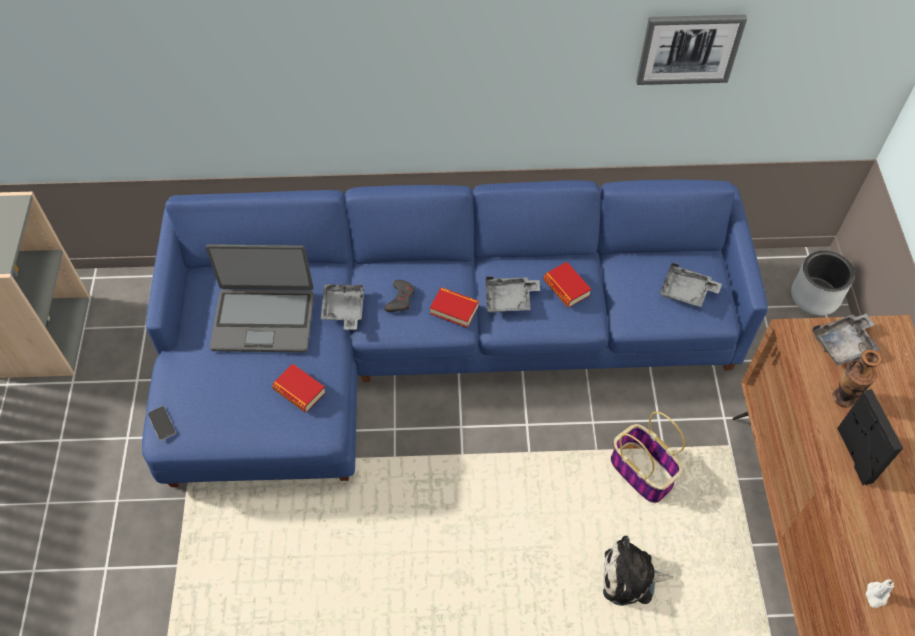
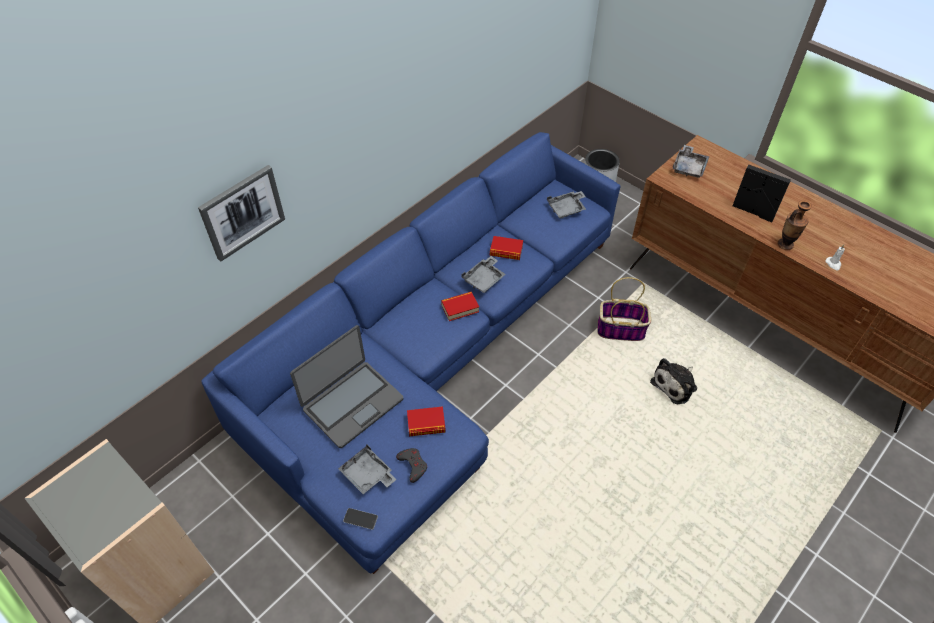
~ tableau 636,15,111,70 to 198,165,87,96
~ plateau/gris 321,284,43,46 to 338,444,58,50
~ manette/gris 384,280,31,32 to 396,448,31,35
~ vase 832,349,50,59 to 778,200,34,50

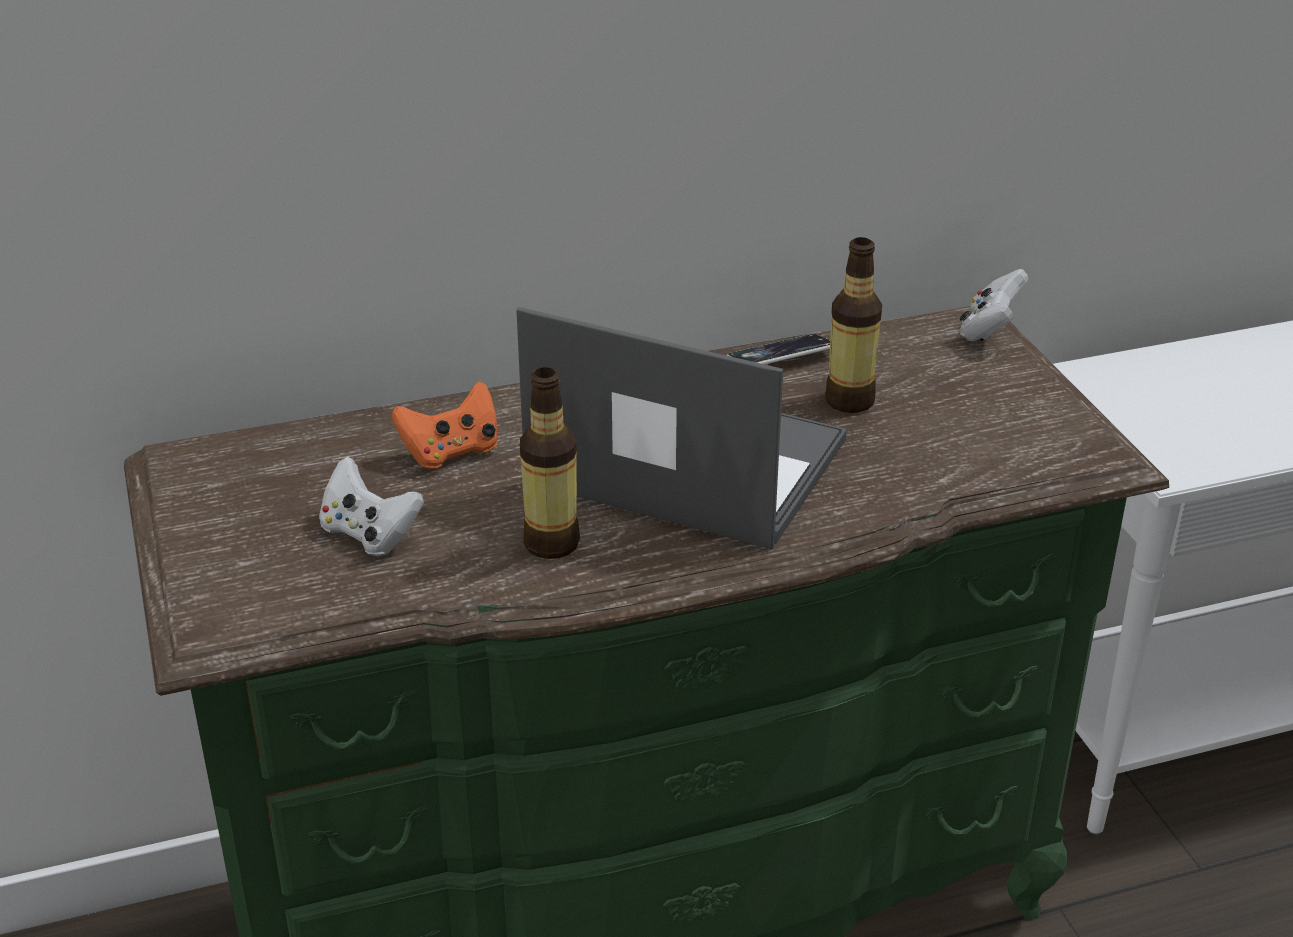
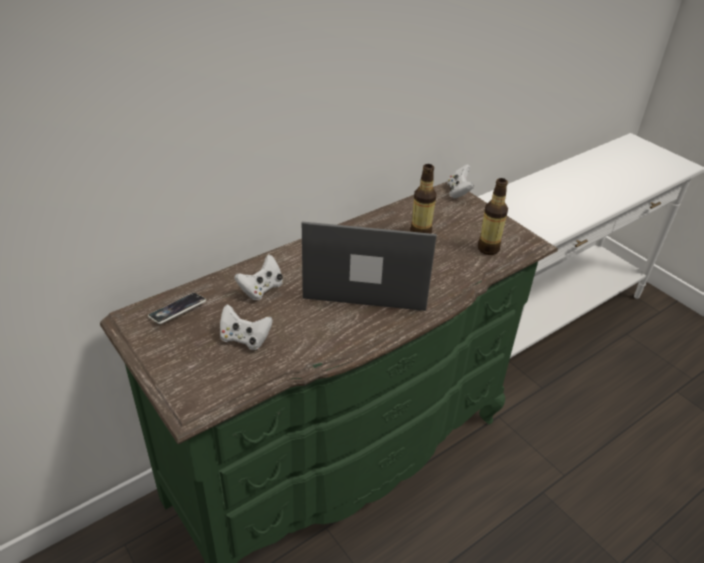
~ téléphone 727,334,103,30 to 148,293,58,31
~ manette/orange 392,381,106,88 to manette/blanc 234,254,49,46
~ bouteille 520,367,60,192 to 478,178,30,77

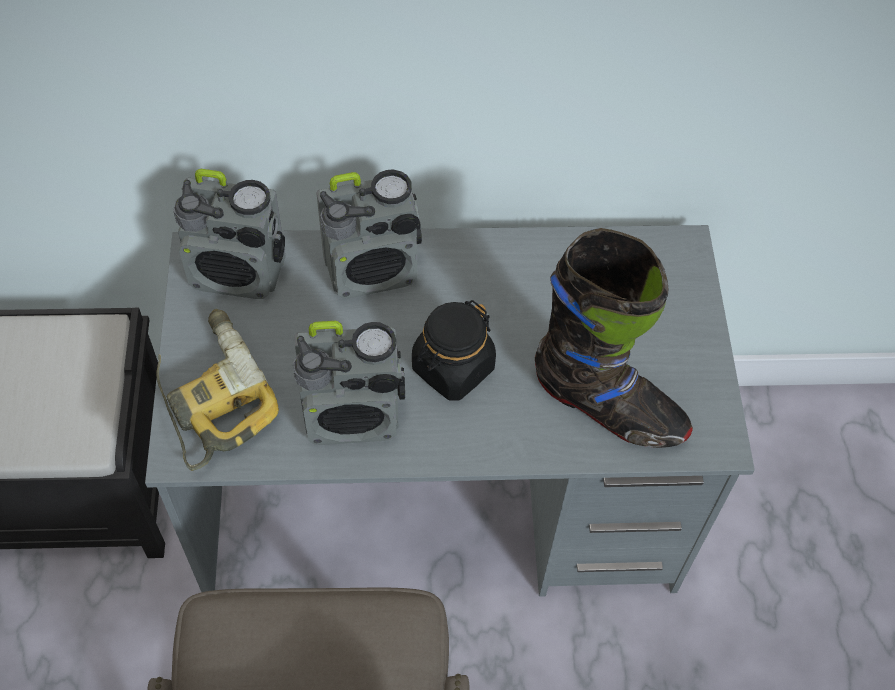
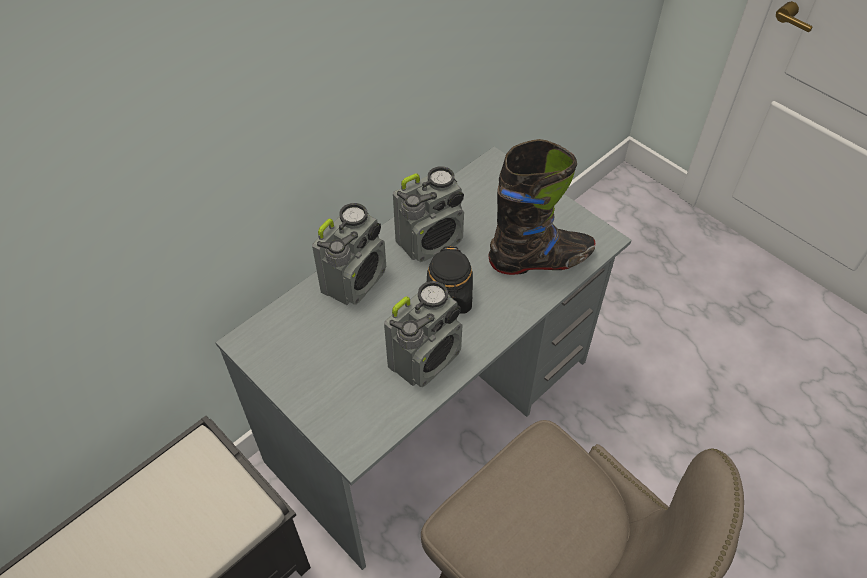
~ radio 173,169,113,130 to 393,167,71,95
- perceuse 157,309,122,162

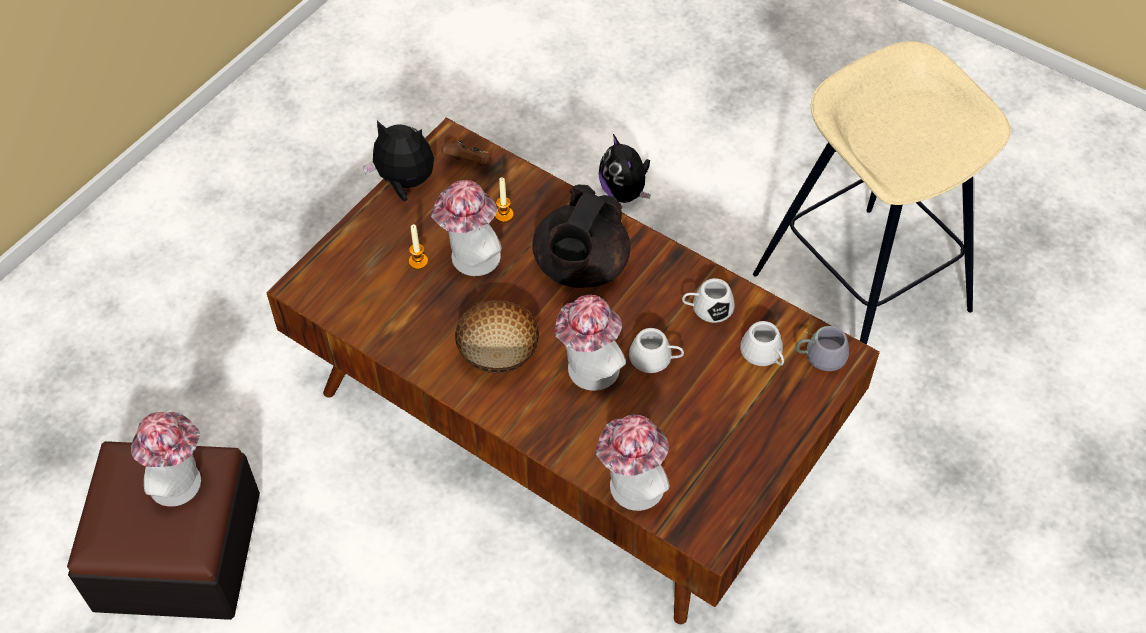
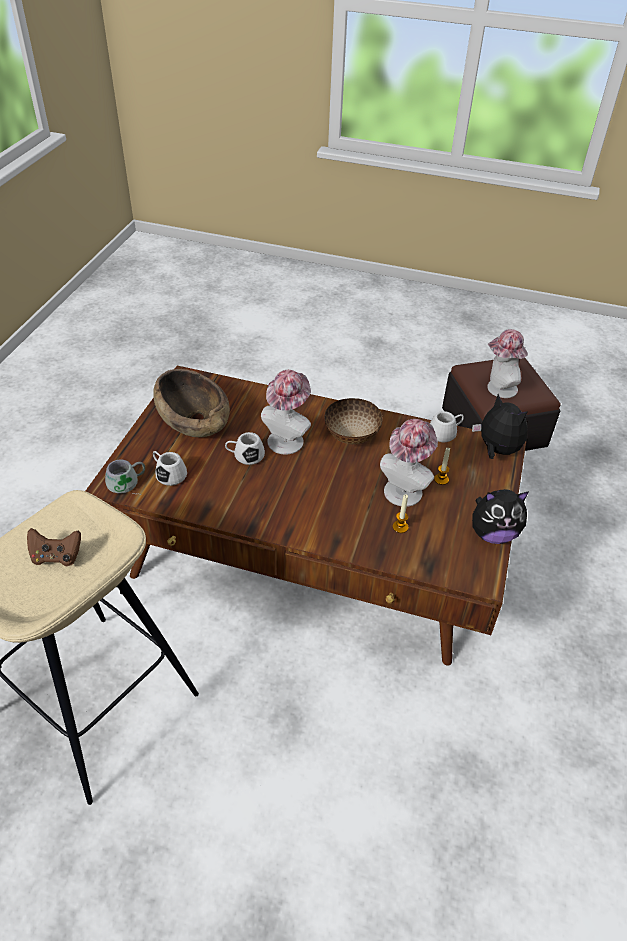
~ manette/marron 441,140,51,26 to 27,528,54,38
+ bol/marron 153,369,77,68
~ mug/blanc 682,278,52,45 to 430,411,34,31
~ peluche 599,134,52,69 to 472,394,56,65
- théière/noir 532,185,98,103
- chapeau 596,415,74,96

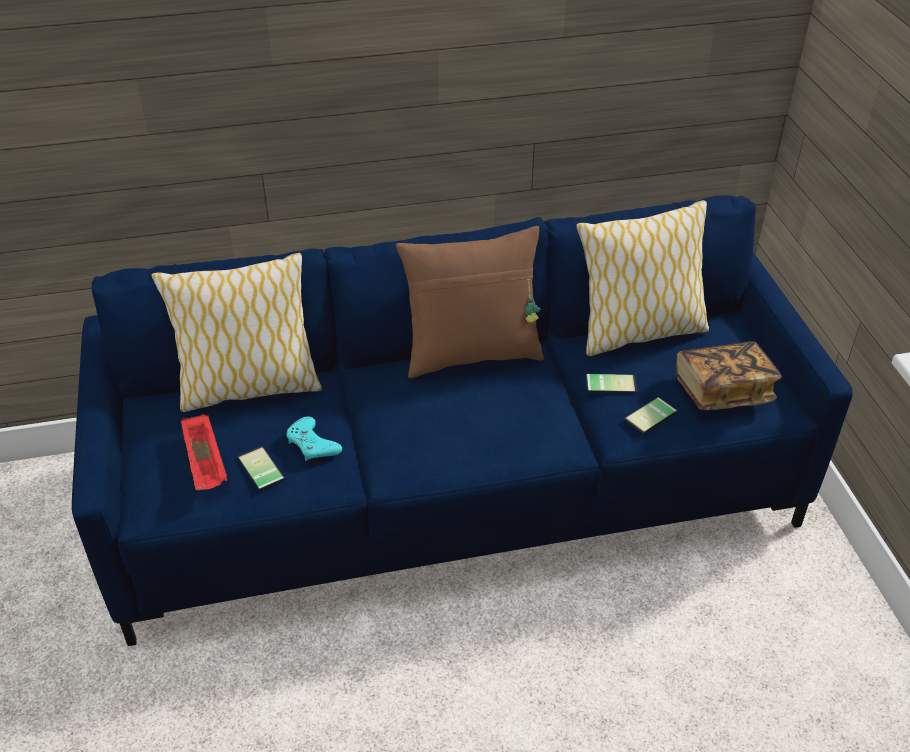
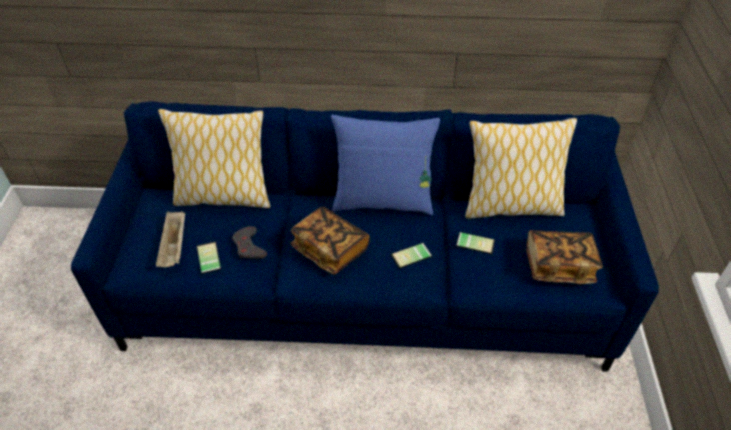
~ plateau/rouge 181,414,46,76 to plateau/beige 156,211,29,56
~ manette/turquoise 286,417,56,44 to manette/gris 232,226,35,33
+ livre 290,207,80,68
~ coussin/marron 396,226,148,152 to coussin/bleu 331,115,109,100
~ téléphone 623,396,55,38 to 390,242,43,27

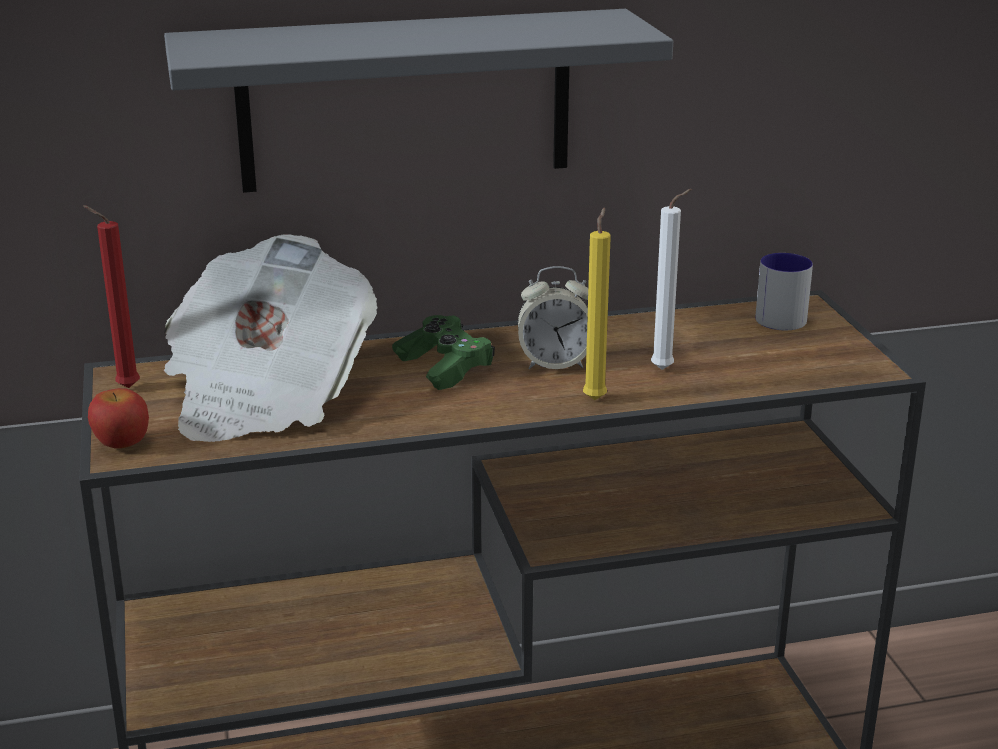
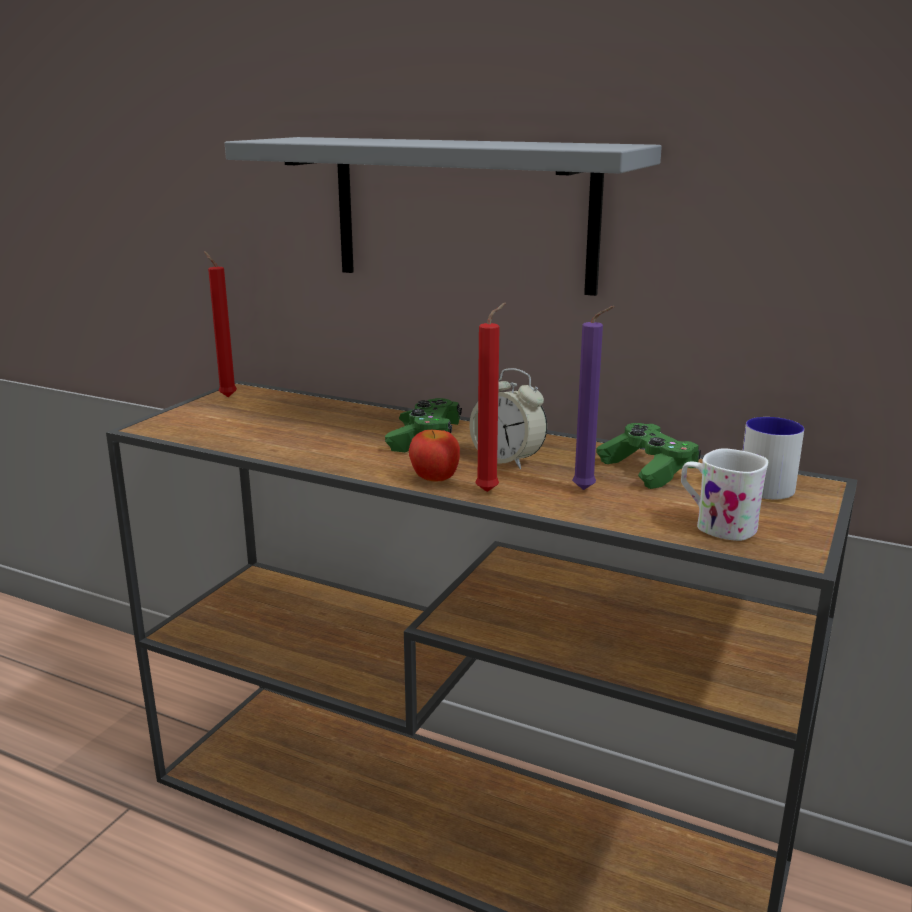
~ pomme 88,388,61,61 to 409,430,51,51
~ bougie/jaune 583,207,28,193 to bougie/rouge 475,303,31,189
~ bougie/blanc 651,189,41,181 to bougie/violet 572,306,43,184
+ manette/vert 596,423,105,66
+ mug/blanc 681,448,87,93
- journal 164,234,214,208

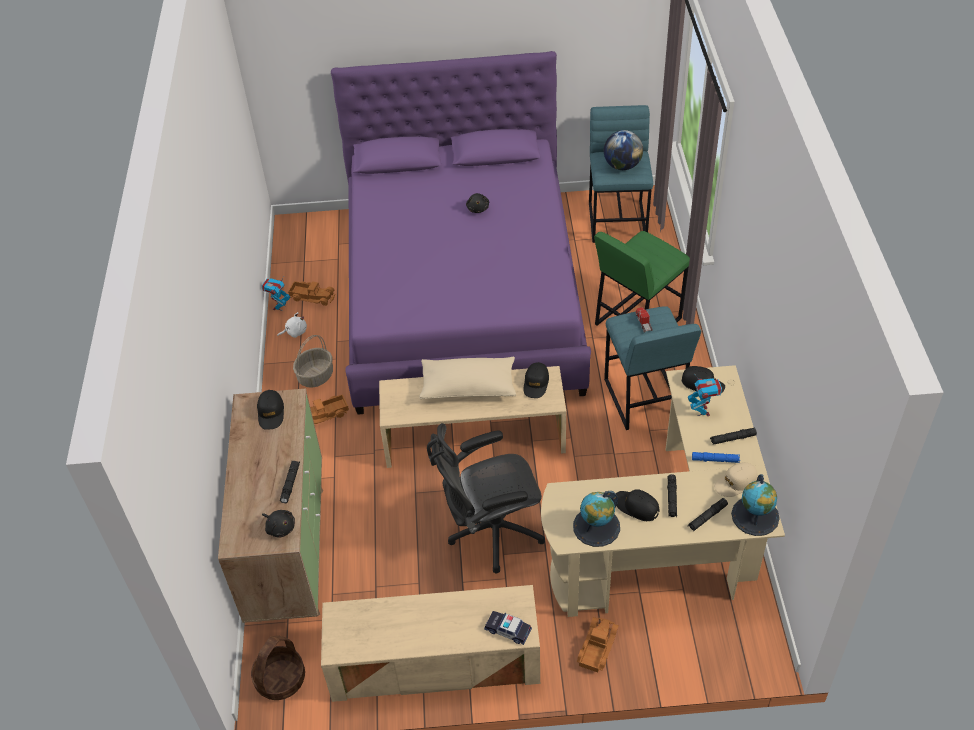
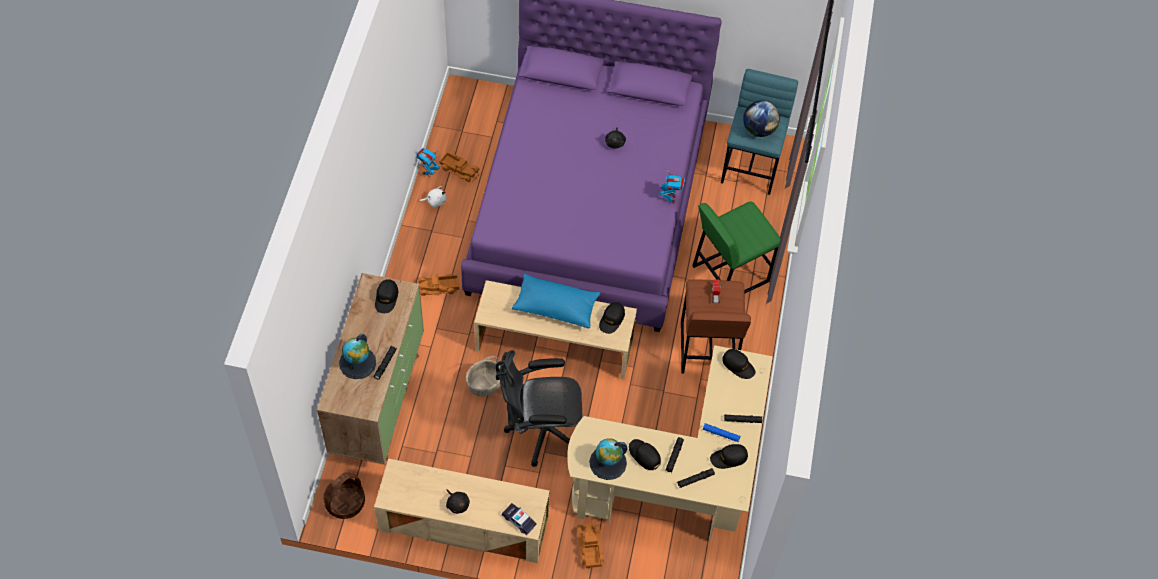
~ globe 731,474,49,62 to 339,334,37,45
~ peluche/noir 262,510,33,28 to 446,489,24,25
~ panier 293,335,40,53 to 466,356,35,41
~ coussin/beige 419,357,97,42 to coussin/bleu 512,273,88,56
~ camion jouet 577,617,42,55 = 578,524,26,44 45 degrees counterclockwise
~ robot jouet 688,375,34,41 to 660,172,25,32
~ tabouret/bleu 604,306,97,124 to tabouret/marron 681,280,70,93
~ casquette/beige 714,462,44,35 to casquette/noir 710,444,38,25

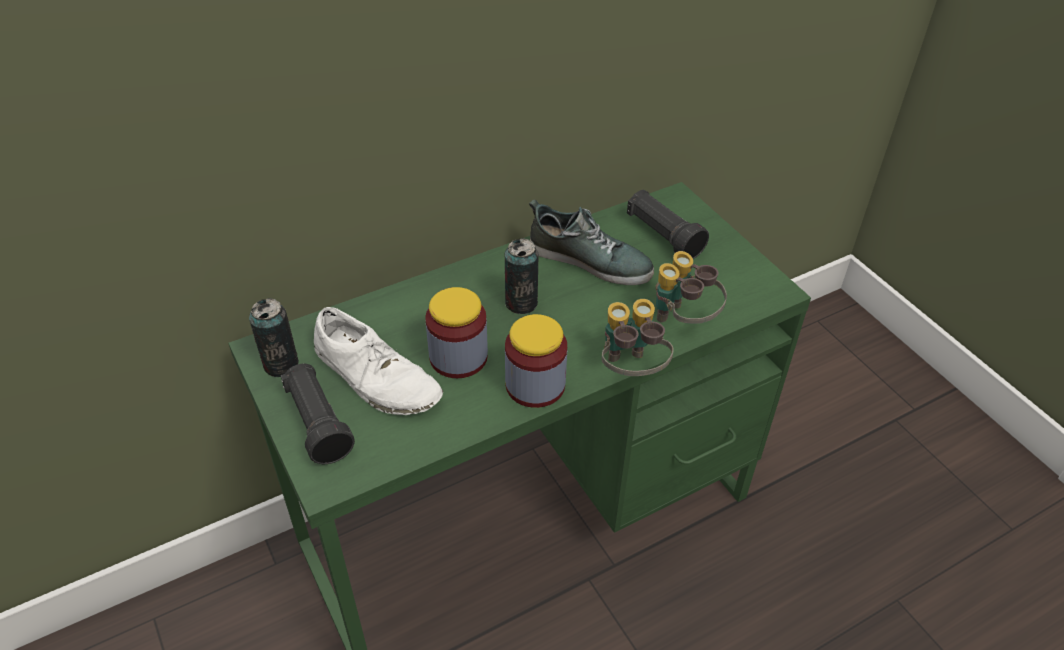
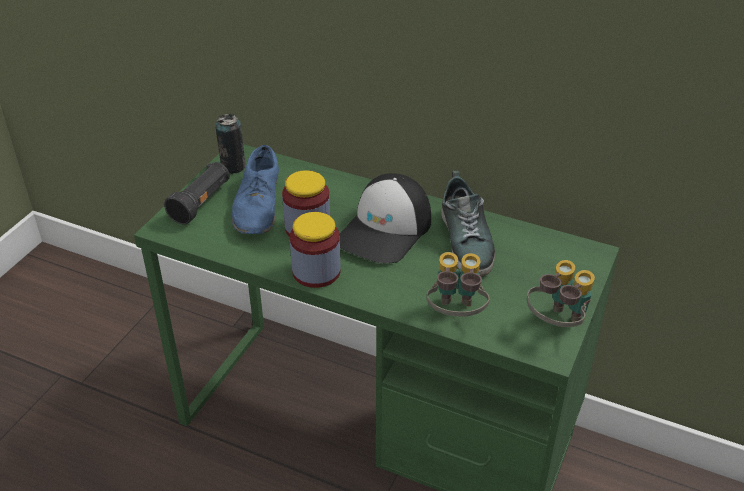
~ chaussure/blanc 314,307,129,108 to chaussure/bleu 232,145,47,89
~ boîte métallique 505,238,34,76 to casquette 339,173,92,91
~ jumelles 602,299,72,77 to 527,260,68,67
- lampe de poche/noir 627,190,82,69

